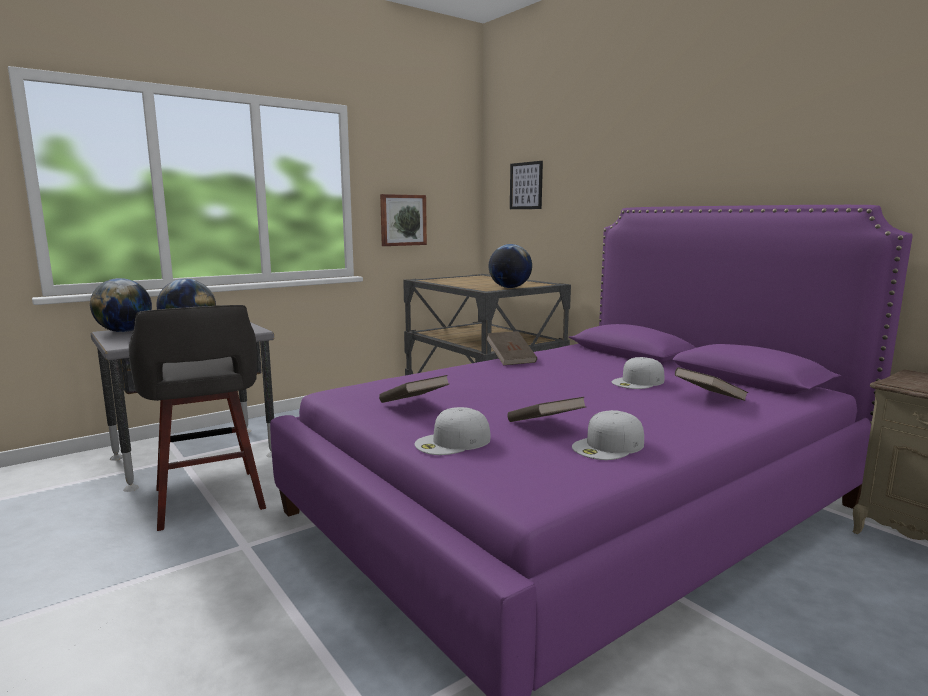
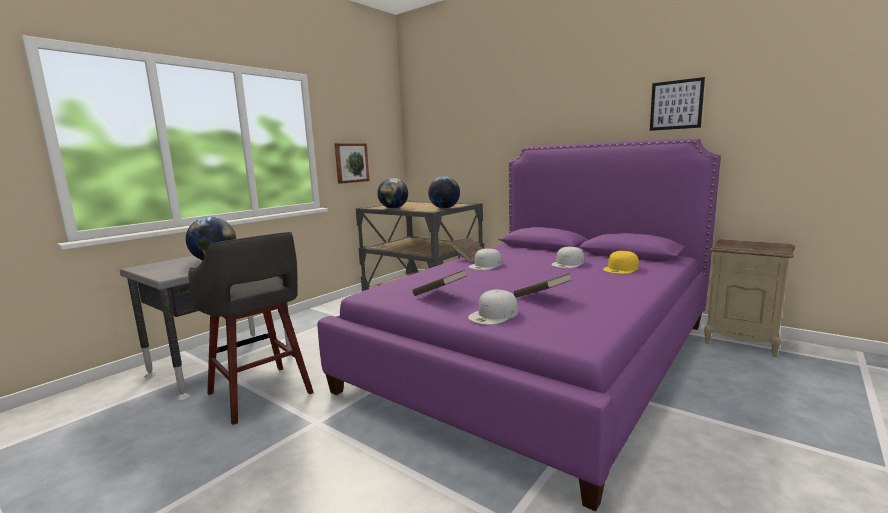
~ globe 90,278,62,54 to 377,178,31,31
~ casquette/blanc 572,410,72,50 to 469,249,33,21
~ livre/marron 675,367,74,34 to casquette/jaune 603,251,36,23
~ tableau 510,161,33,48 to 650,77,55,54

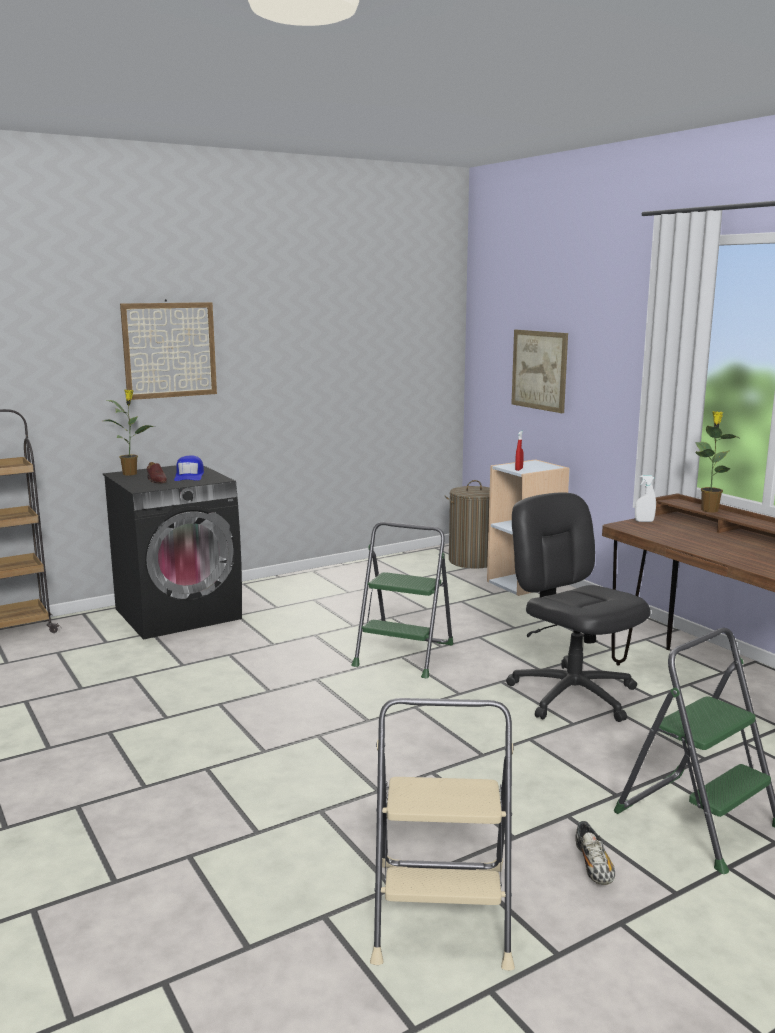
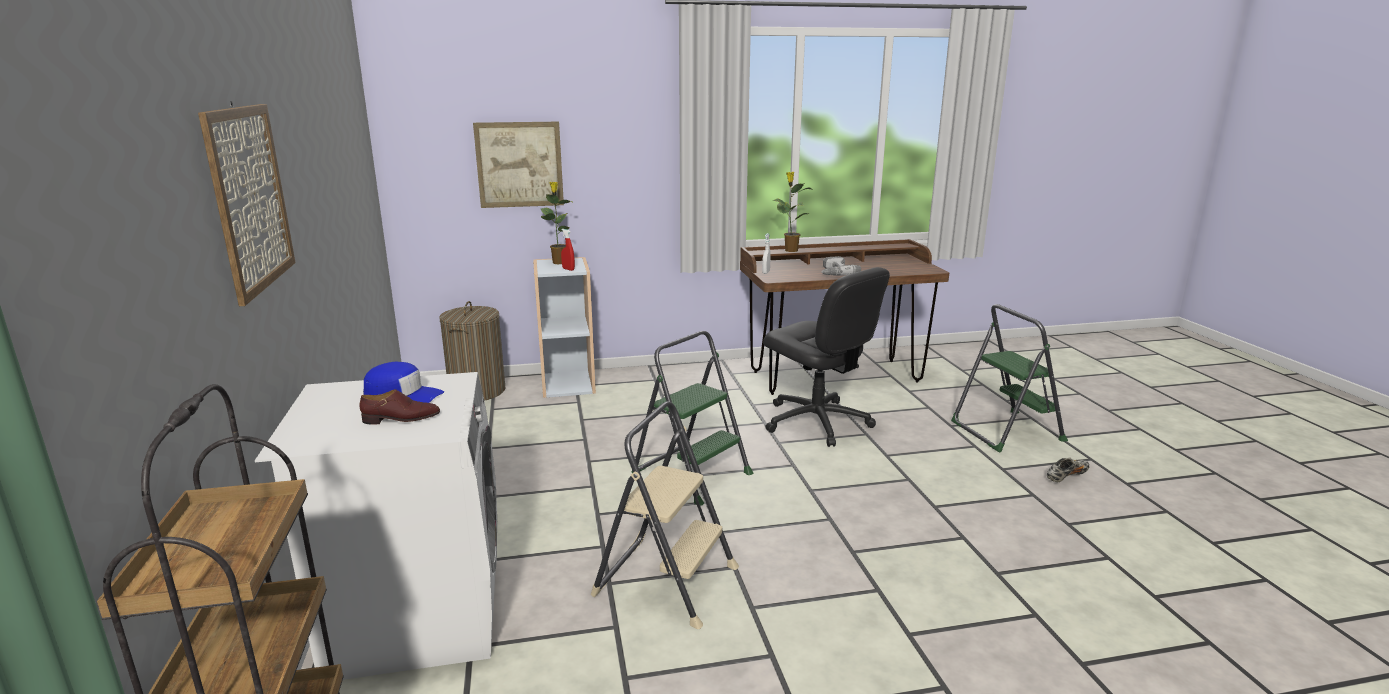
~ lave-linge/noir 102,465,140,175 to lave-linge/blanc 255,372,242,308
~ plante en pot 104,390,52,85 to 541,182,33,82
~ escabeau/beige 370,698,145,273 to 591,401,148,228
~ chaise de bureau/noir 506,493,144,229 = 763,267,127,180 120 degrees counterclockwise
+ perceuse 822,256,39,20
~ chaussure 575,821,40,64 = 1047,457,43,25 45 degrees counterclockwise

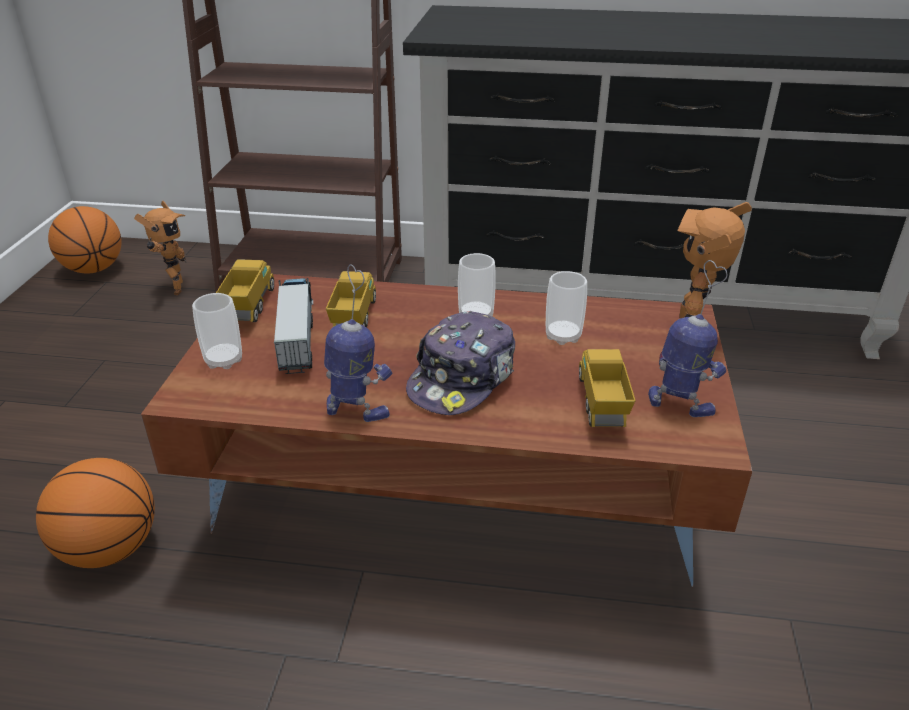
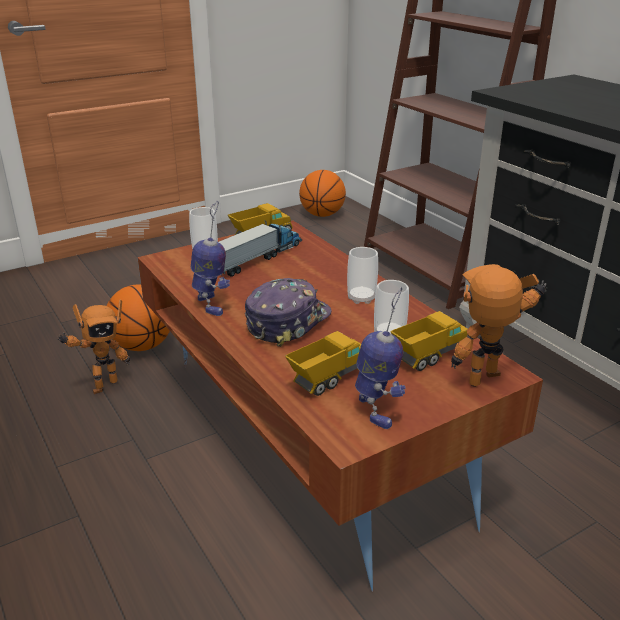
~ robot jouet 134,201,53,94 to 57,299,73,95
~ casquette 406,311,109,104 = 245,278,87,69 135 degrees clockwise
~ camion jouet 326,271,50,56 to 390,311,78,60

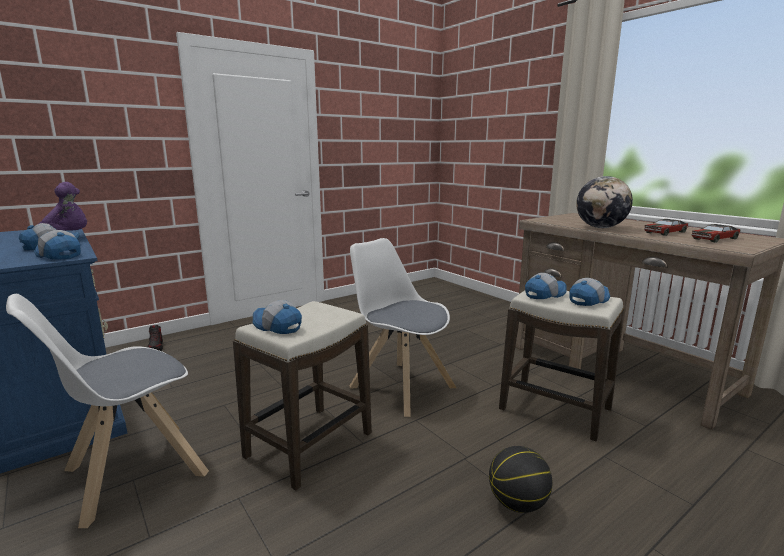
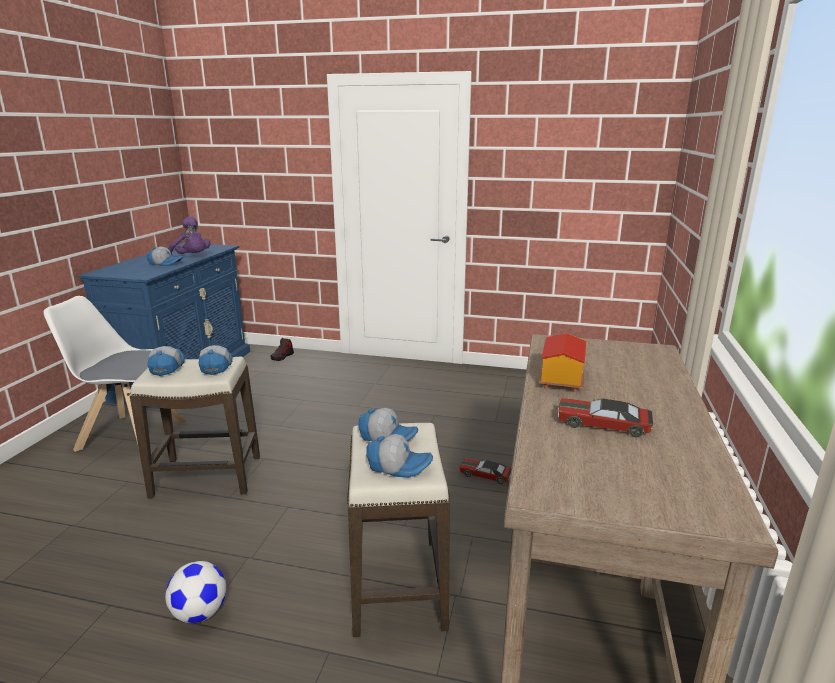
~ ballon de basket 489,446,64,67 to ballon de foot 165,561,61,62
~ casquette 34,230,47,30 to 199,345,33,30
~ petite voiture 692,224,48,19 to 459,458,52,26
~ globe 576,176,57,52 to maison miniature 538,333,48,59
- chaise 350,238,106,179

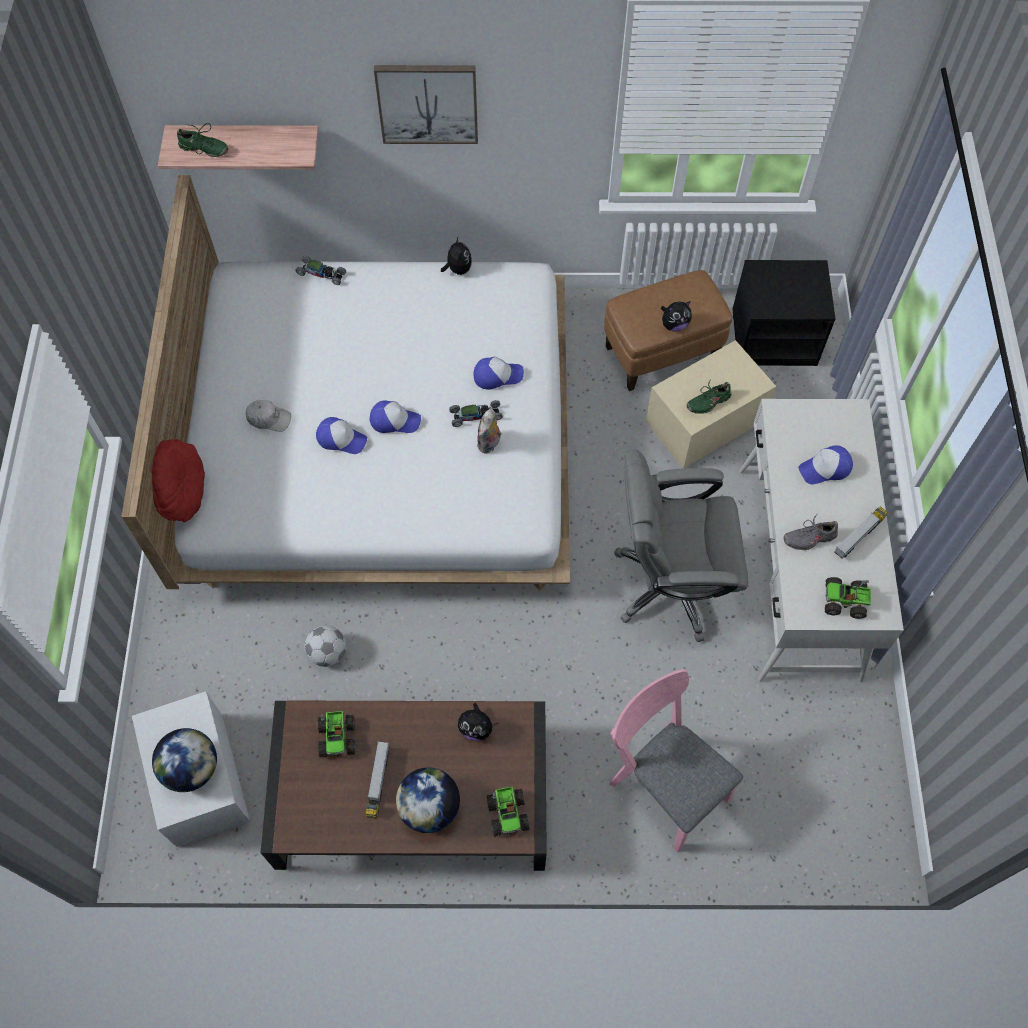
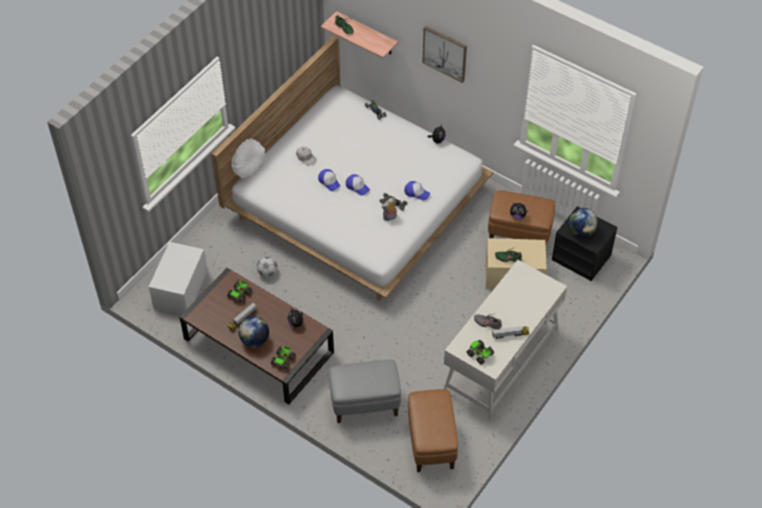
~ coussin/rouge 152,439,53,83 to coussin/blanc 231,139,34,40
~ chaise/rose 609,669,134,183 to pouf/gris 329,360,72,63
+ pouf/marron 408,389,50,83
~ globe 152,728,65,64 to 568,208,30,29
- chaise de bureau/gris 614,449,134,193
- casquette 798,445,55,39

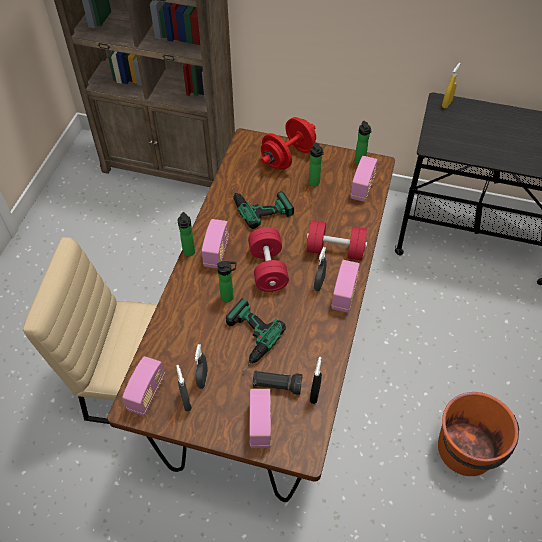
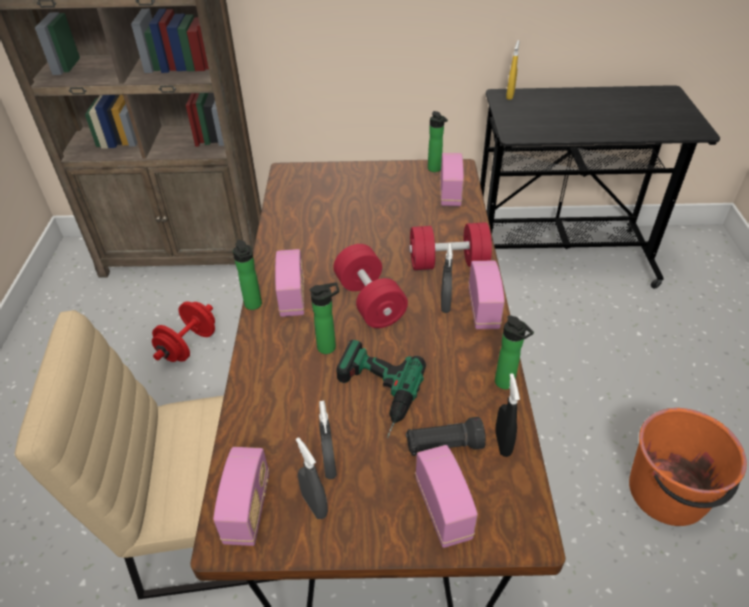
~ haltère/rouge 261,117,55,53 to 152,302,63,60
~ bouteille 309,142,15,44 to 495,315,39,74
- perceuse 231,187,63,42

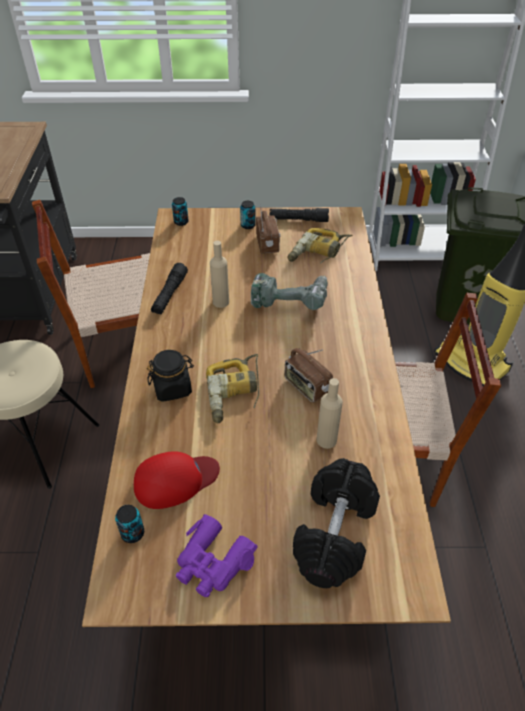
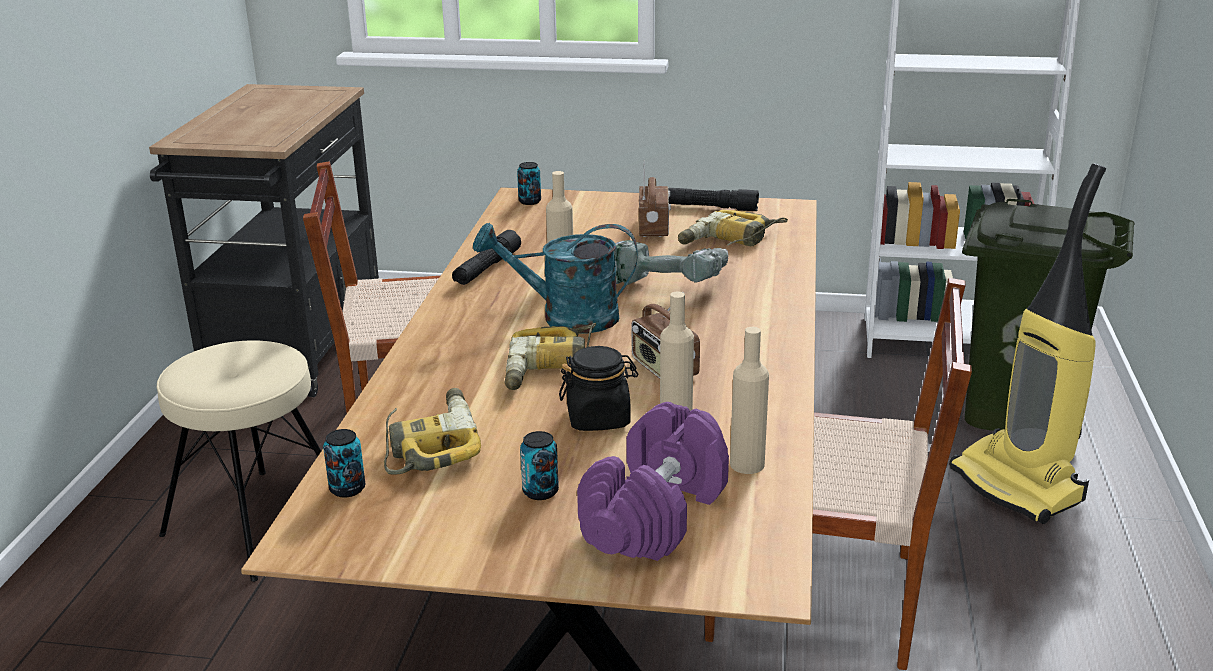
~ casquette/rouge 134,451,86,58 to perceuse 384,388,97,87
+ arrosoir/turquoise 473,223,165,111
~ boîte métallique 240,201,16,28 to 520,431,39,69
~ bocal/noir 147,350,47,52 to 559,346,79,85
~ haltère/noir 293,458,87,130 to haltère/violet 577,402,152,159
+ bouteille/beige 730,327,39,147
- jumelles/violet 176,514,82,83

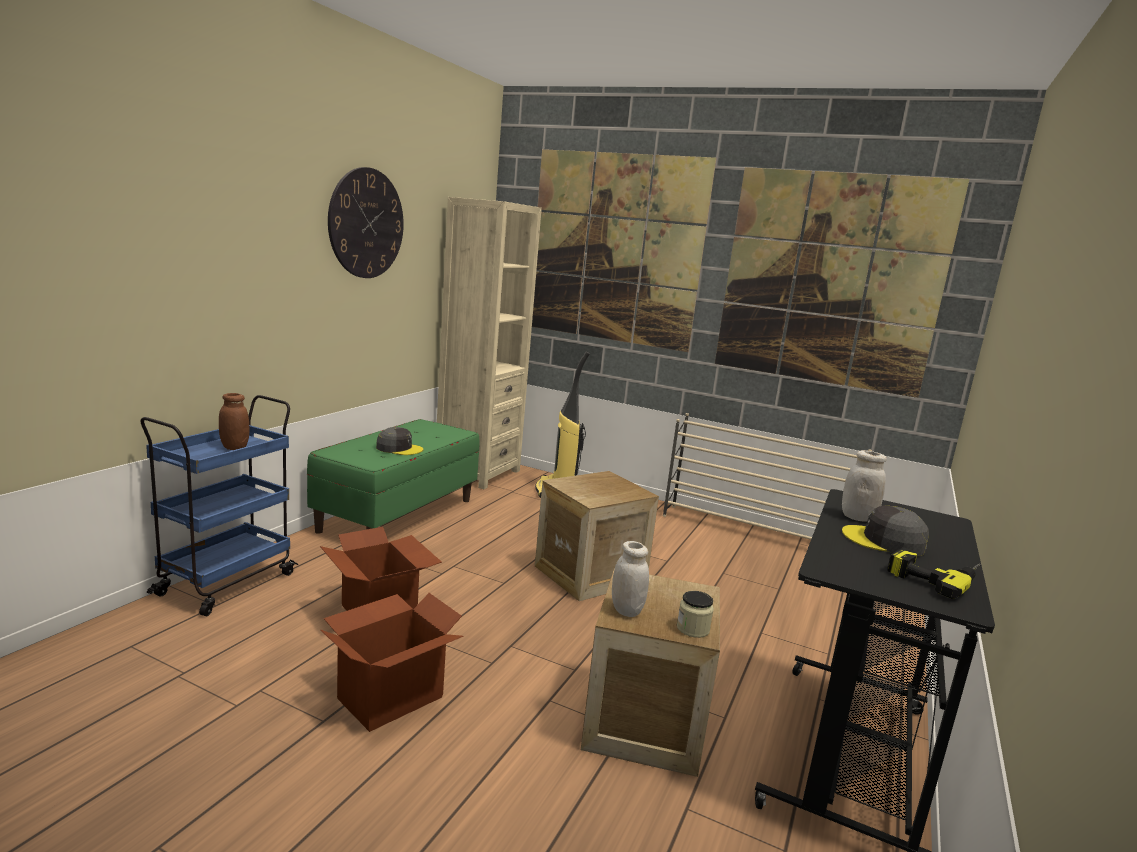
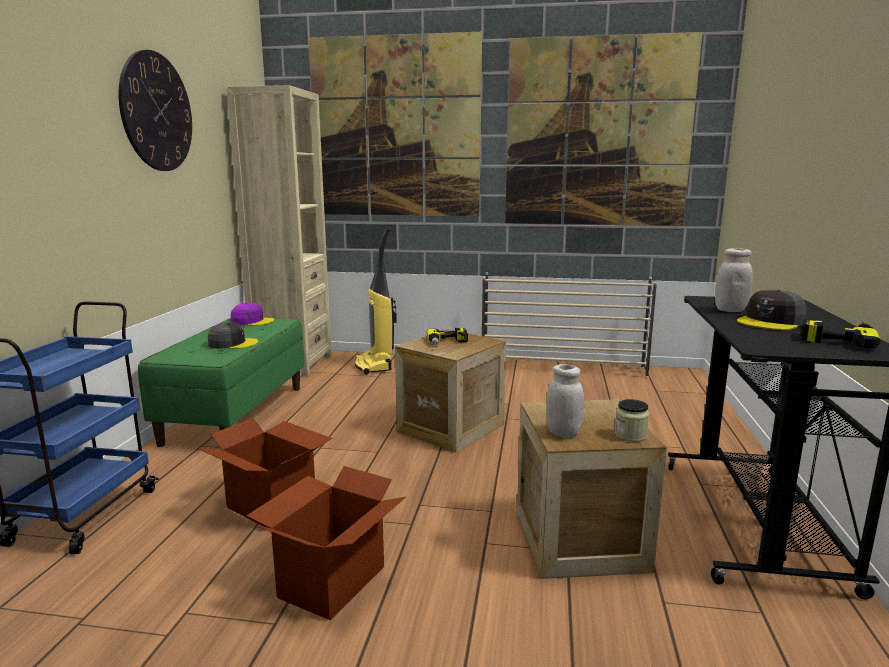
+ casquette/violet 231,303,44,23
+ perceuse 426,327,42,20
~ casquette/gris 842,506,87,50 = 737,290,69,40 45 degrees counterclockwise
- bocal/marron 219,393,30,57

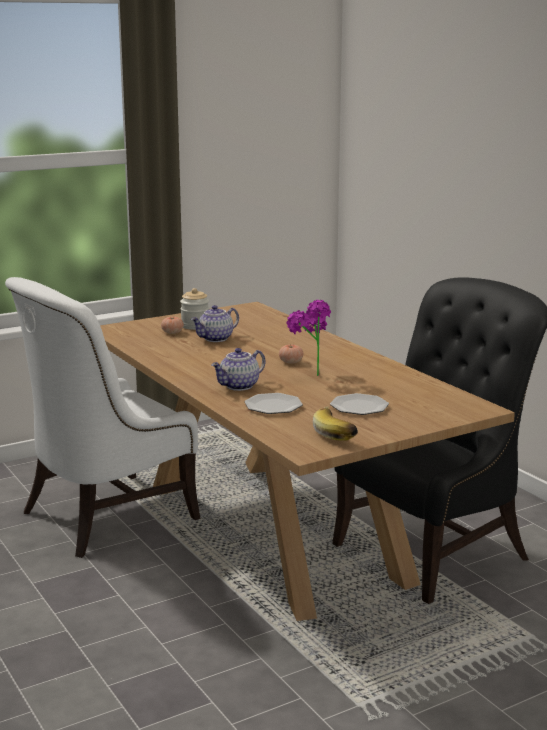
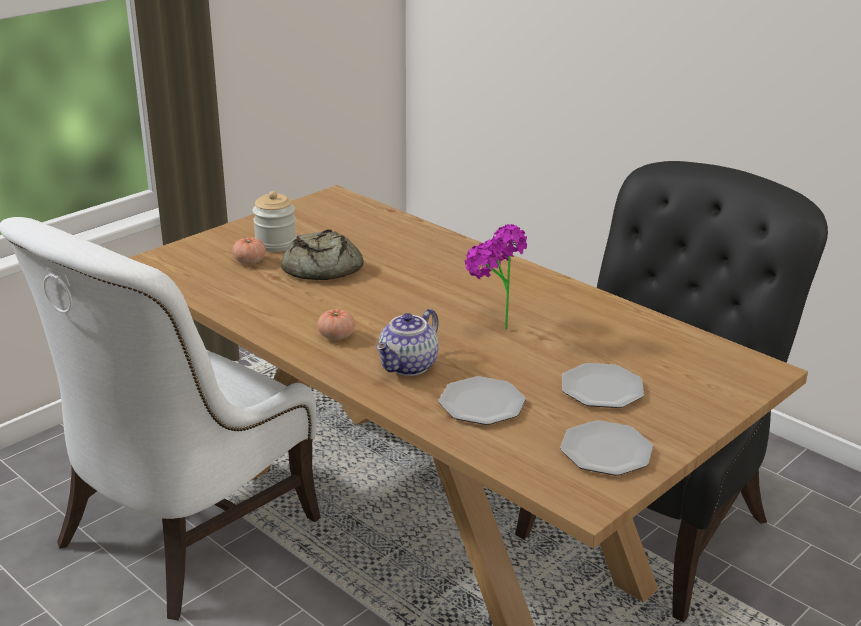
~ théière 191,305,48,37 to pain 282,229,82,51
~ tomate 279,345,24,19 to 317,309,38,31
~ banane 313,406,45,35 to assiette 560,420,93,56

